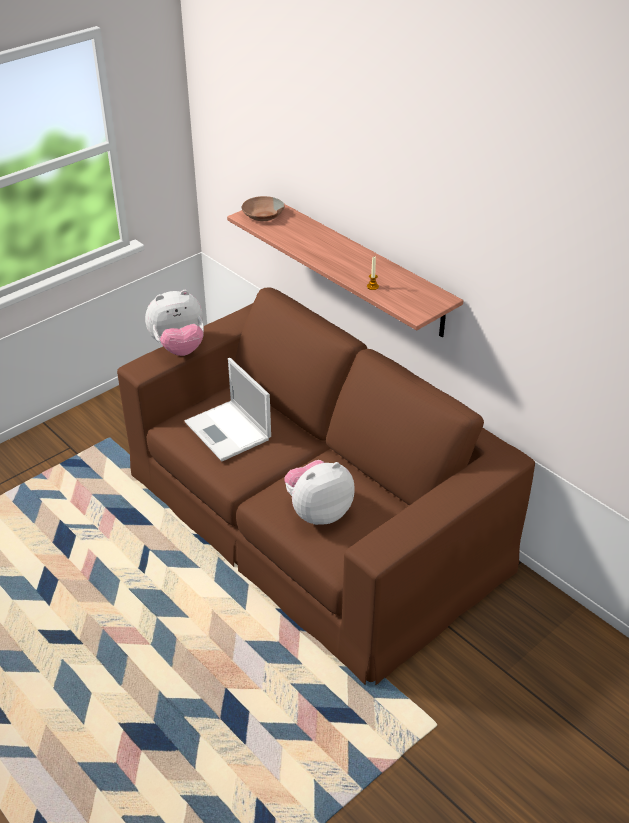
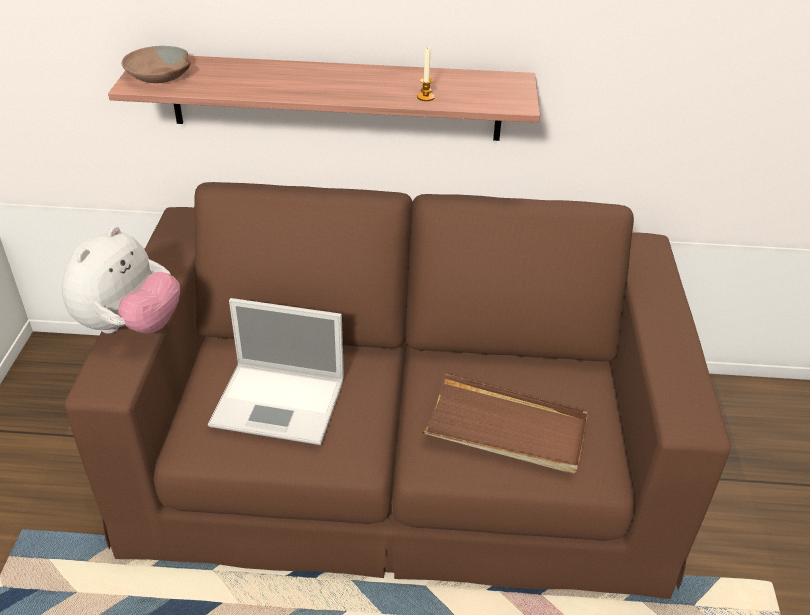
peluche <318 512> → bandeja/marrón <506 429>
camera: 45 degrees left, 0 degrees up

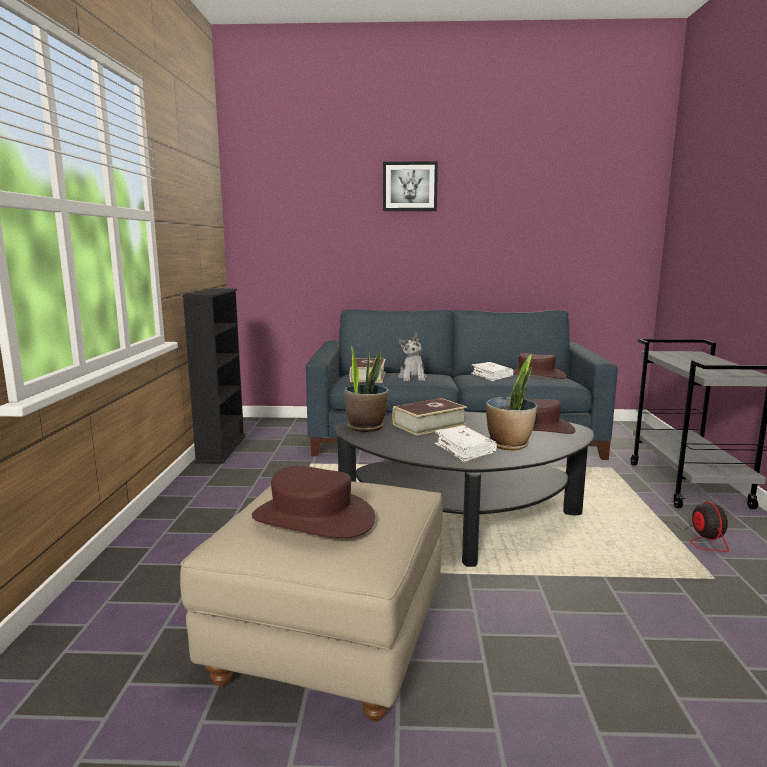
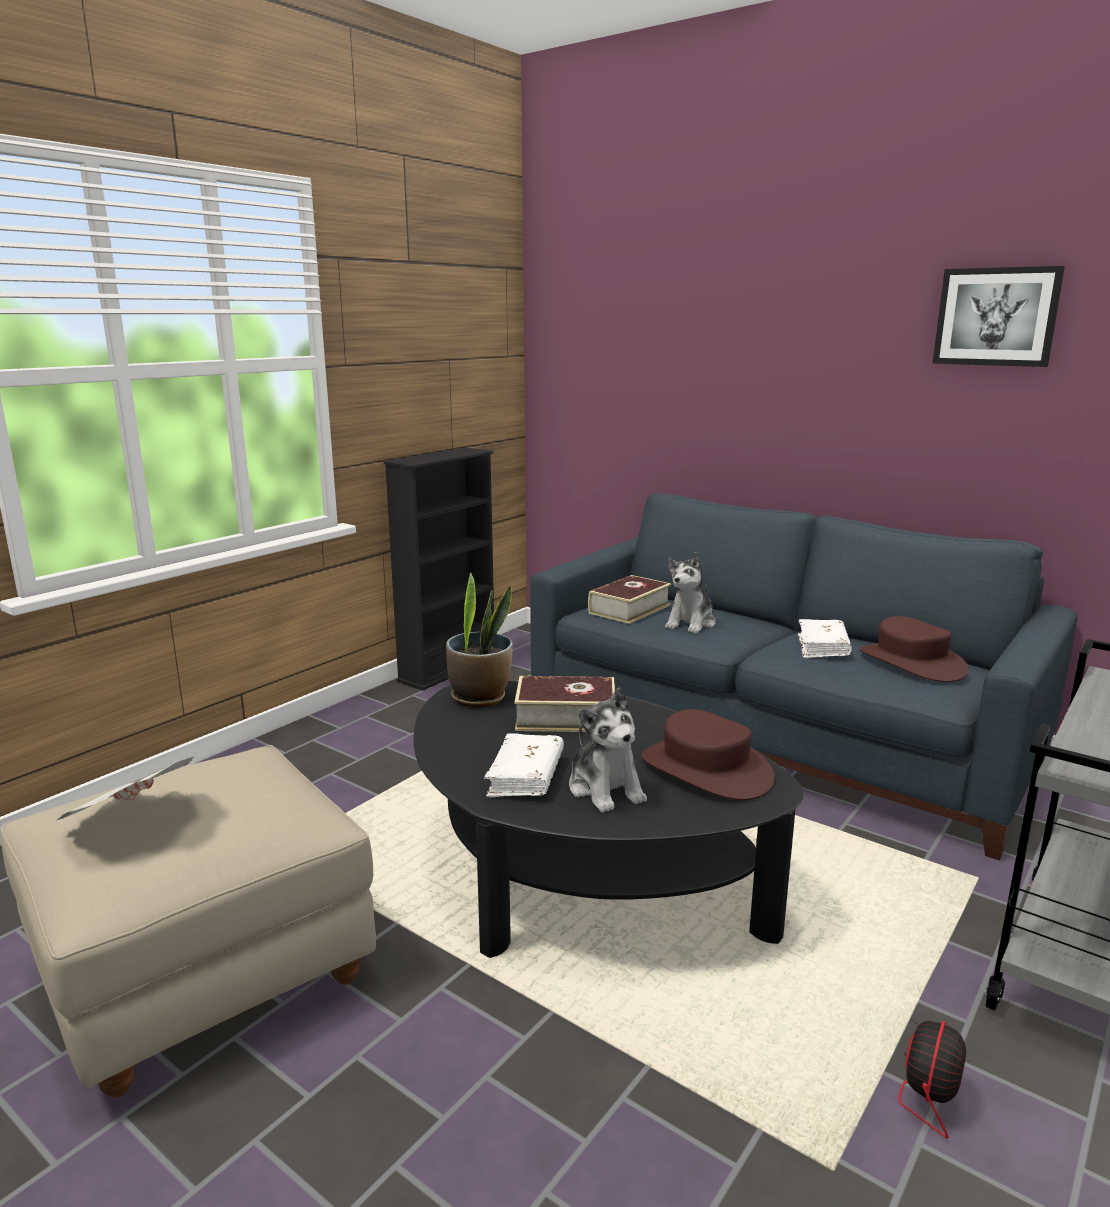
cuadro <410 186> → cuadro <996 317>, relocated
sombrero/marrón <312 518> → periódico <131 820>
planta en maceta <509 445> → peluche <605 789>
camera: 35 degrees right, 5 degrees up

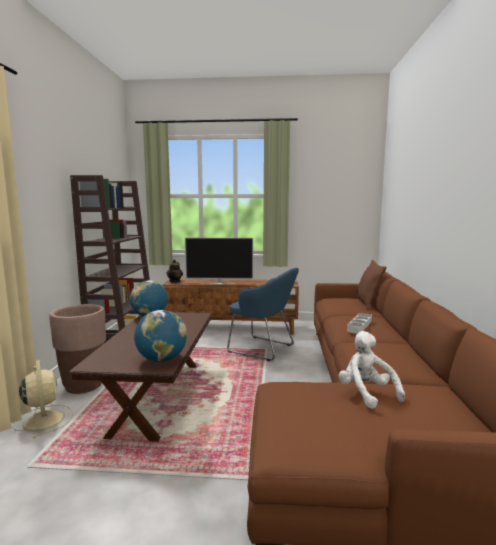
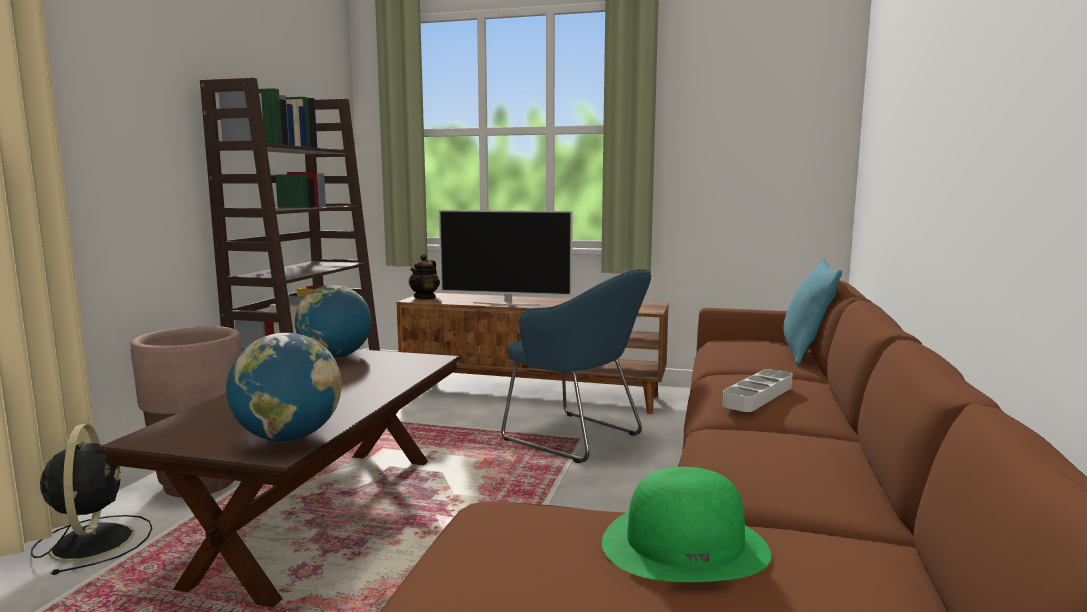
peluche/blanco <366 393> → sombrero/verde <685 545>
ventilador/beis <44 419> → ventilador/negro <93 541>
cojín/marrón <368 303> → cojín/turquesa <805 353>
camera: 10 degrees right, 0 degrees up

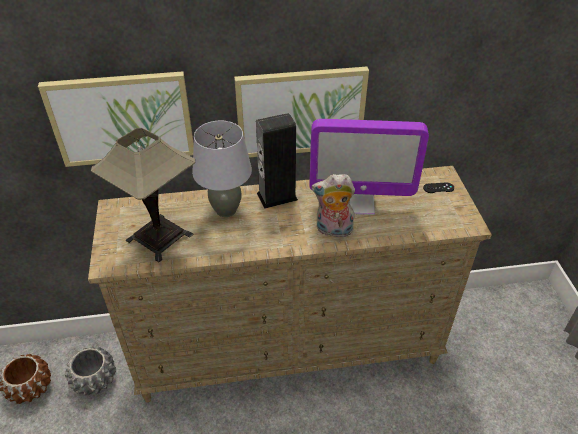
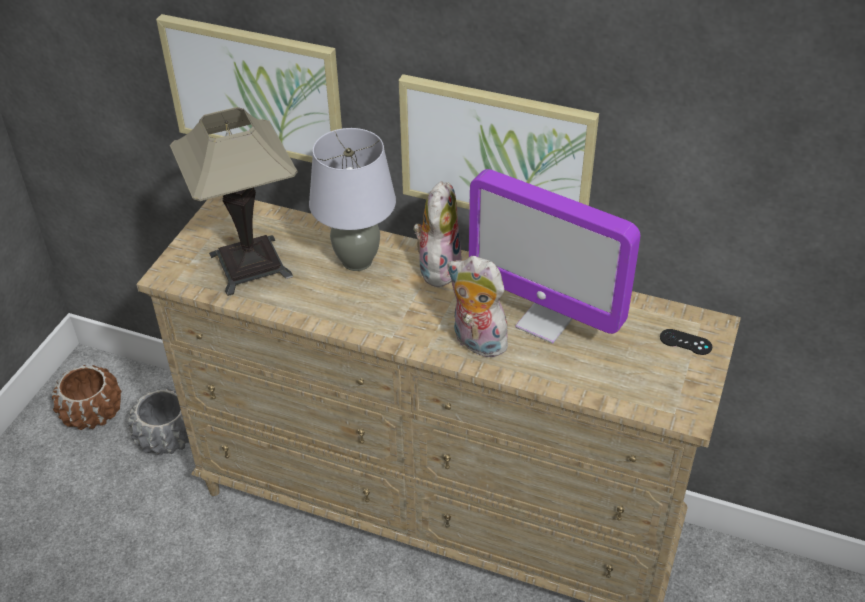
altavoz <277 196> → peluche <438 267>
camera: 30 degrees right, 0 degrees up

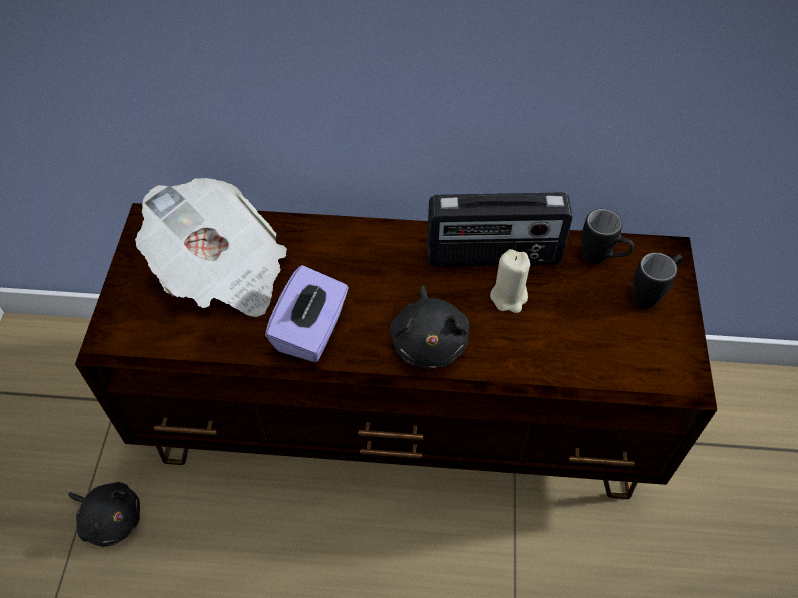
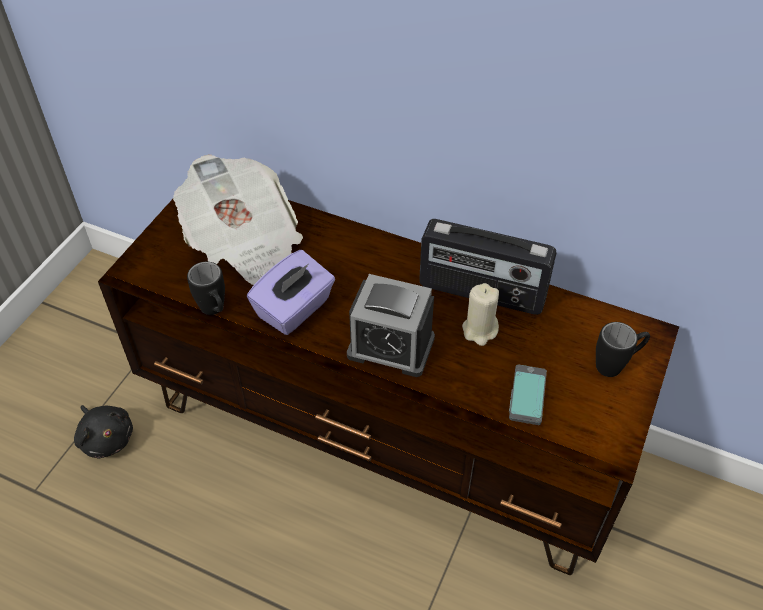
- → móvil <527 395>
taza grande/negro <601 258> → taza grande/negro <215 311>, relocated
peluche/negro <429 341> → despertador <391 347>
camera: 20 degrees right, 5 degrees down

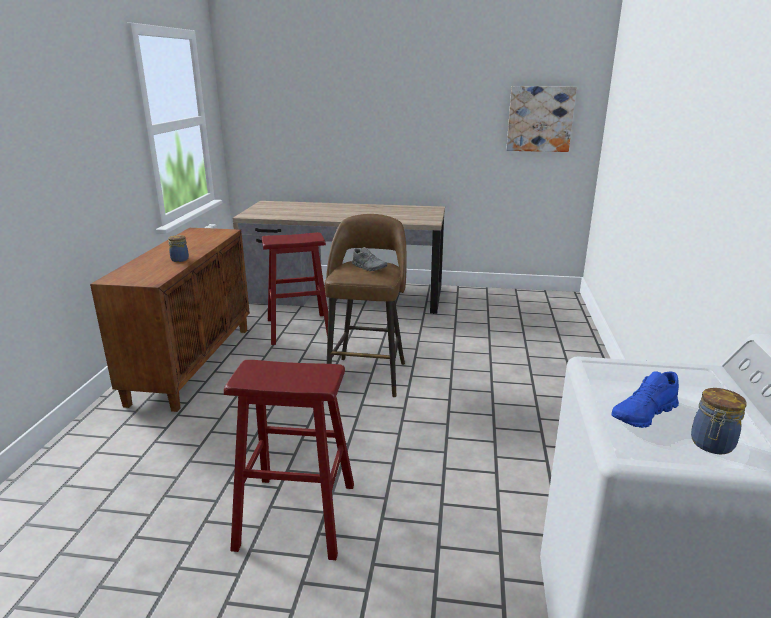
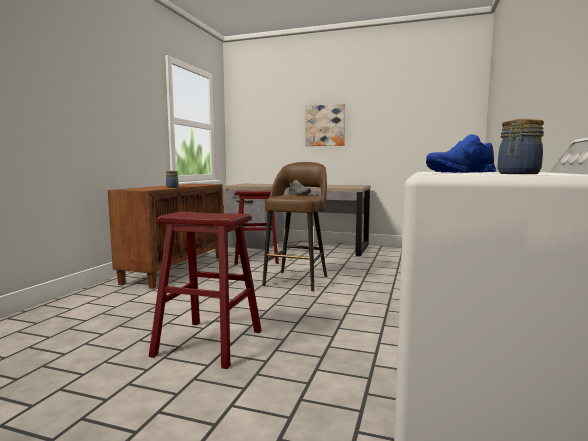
cuadro <540 119> → cuadro <325 125>, relocated
camera: 10 degrees right, 15 degrees down

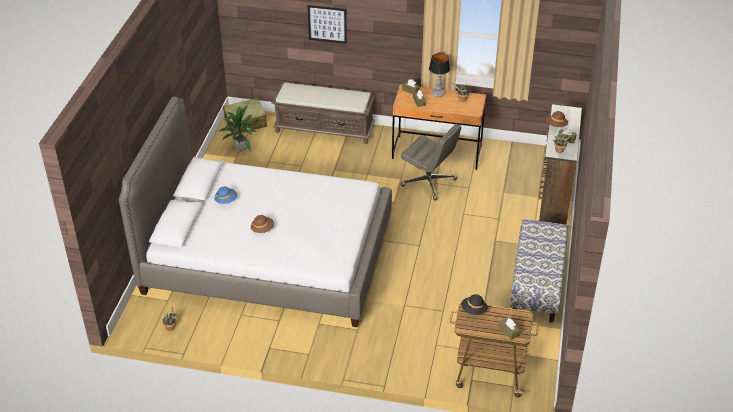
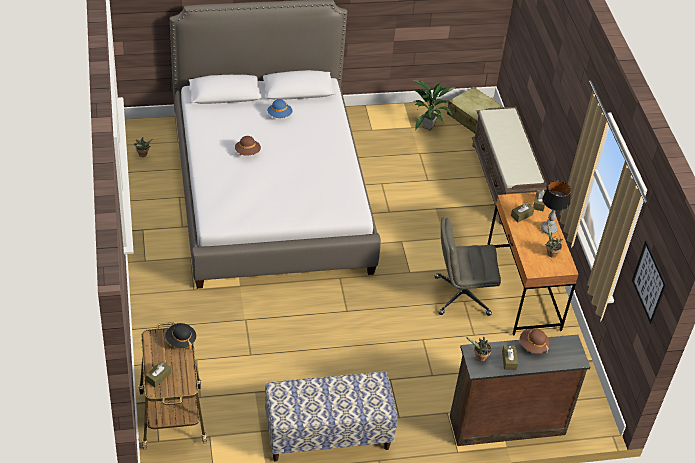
cuadro <327 24> → cuadro <649 282>, relocated
silla de oficina/gris <429 183> → silla de oficina/gris <461 296>, 75 degrees clockwise
camera: 65 degrees right, 5 degrees up

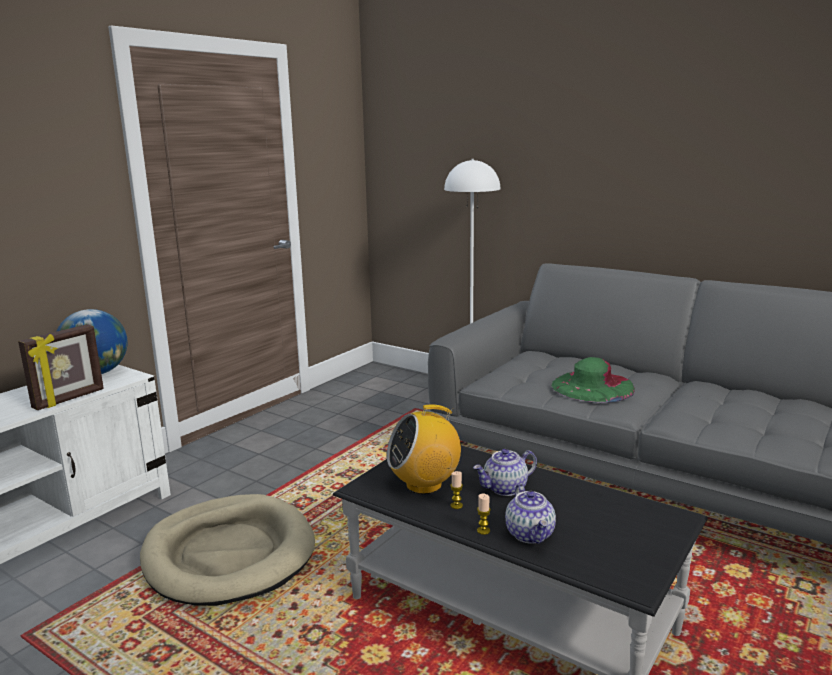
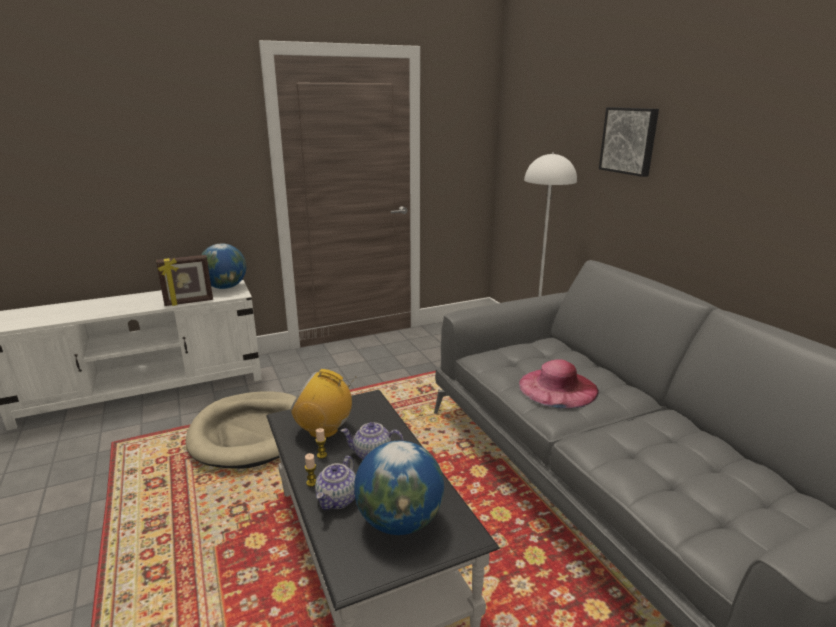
- → globo terráqueo <400 521>
- → cuadro <629 140>
sombrero/verde <592 386> → sombrero/rosa <558 387>
camera: 30 degrees right, 5 degrees up

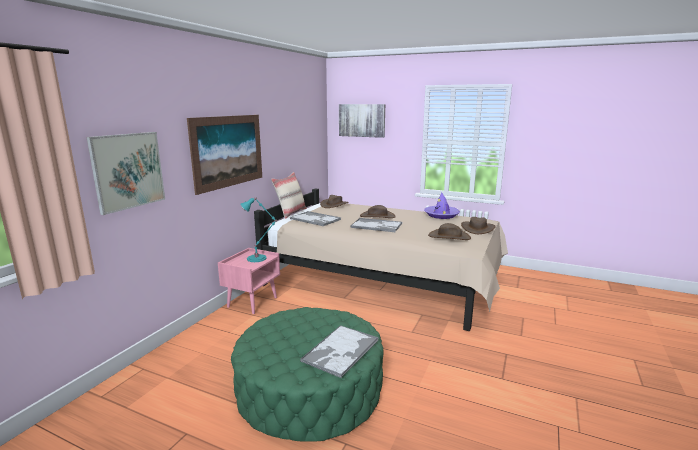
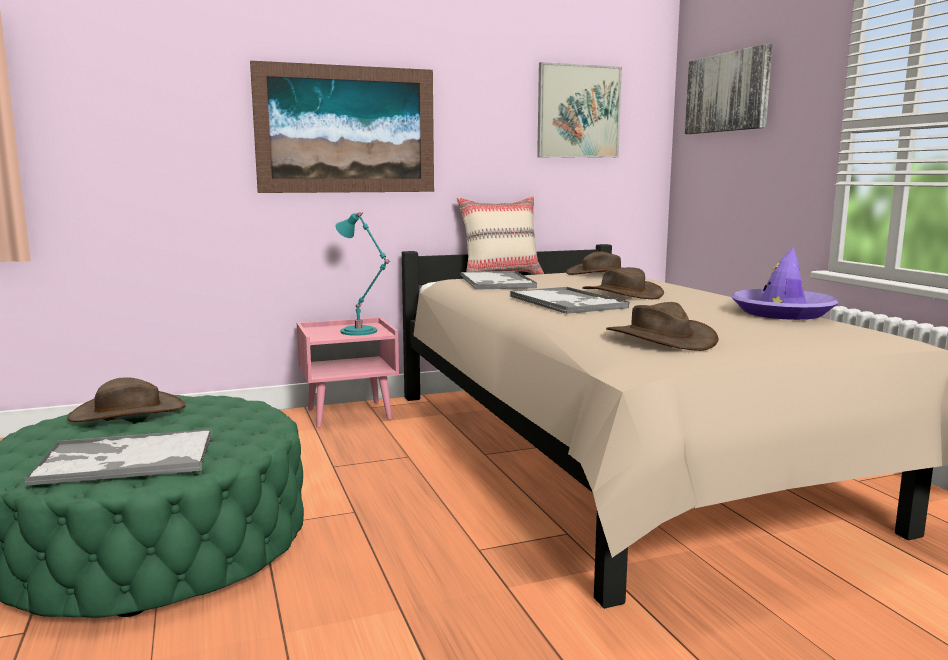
cuadro <128 171> → cuadro <578 111>, relocated
sombrero/marrón <477 228> → sombrero/marrón <128 412>, relocated
camera: 45 degrees right, 5 degrees down

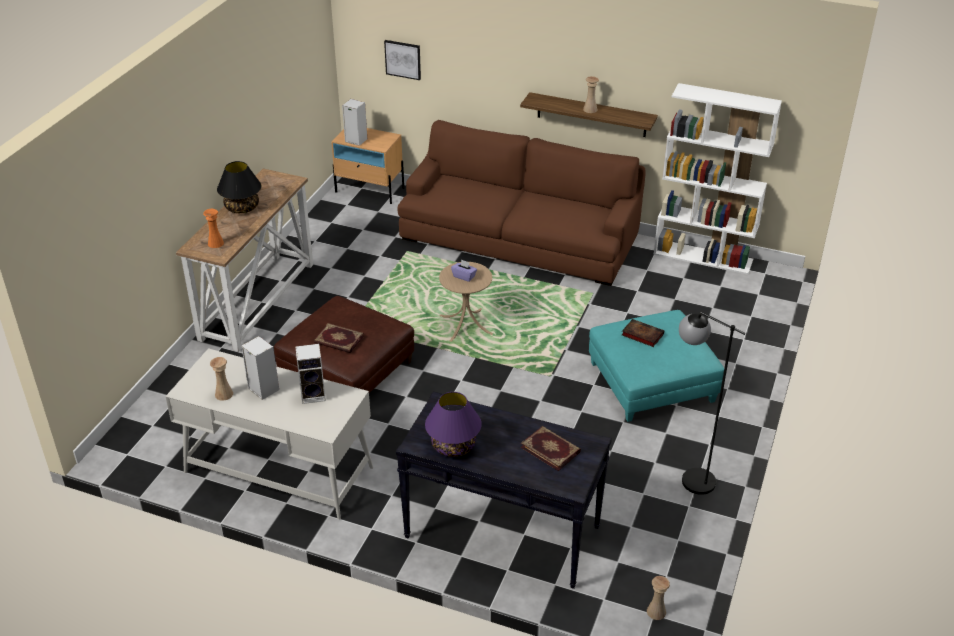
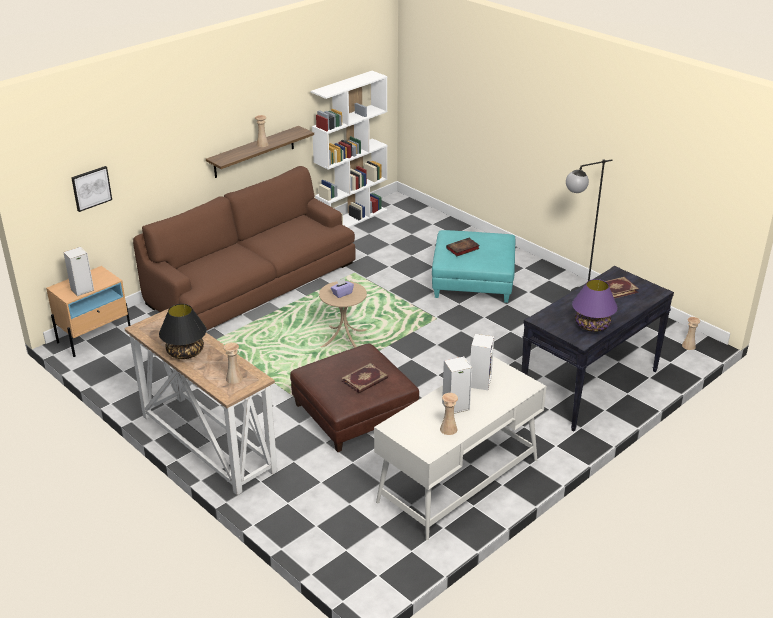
florero/naranja <215 243> → florero/beis <234 378>
camera: 65 degrees left, 5 degrees down

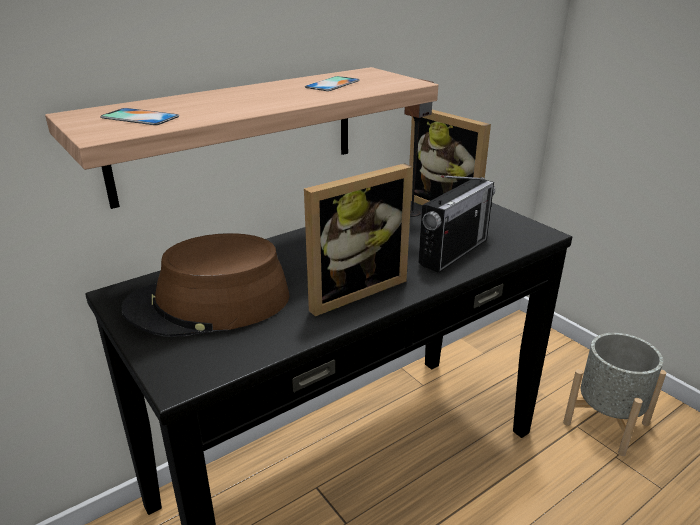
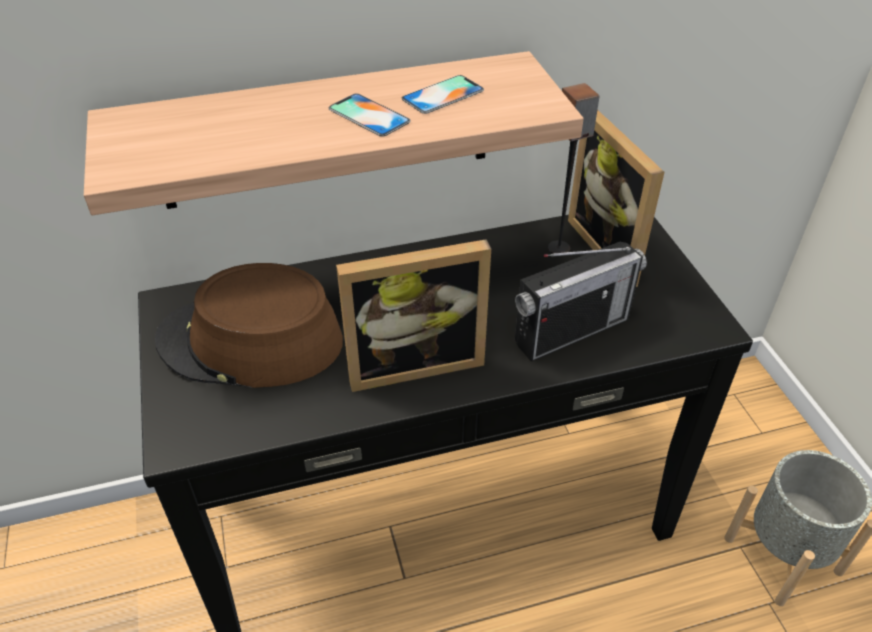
móvil <140 117> → móvil <369 115>, relocated
camera: 20 degrees right, 15 degrees up

